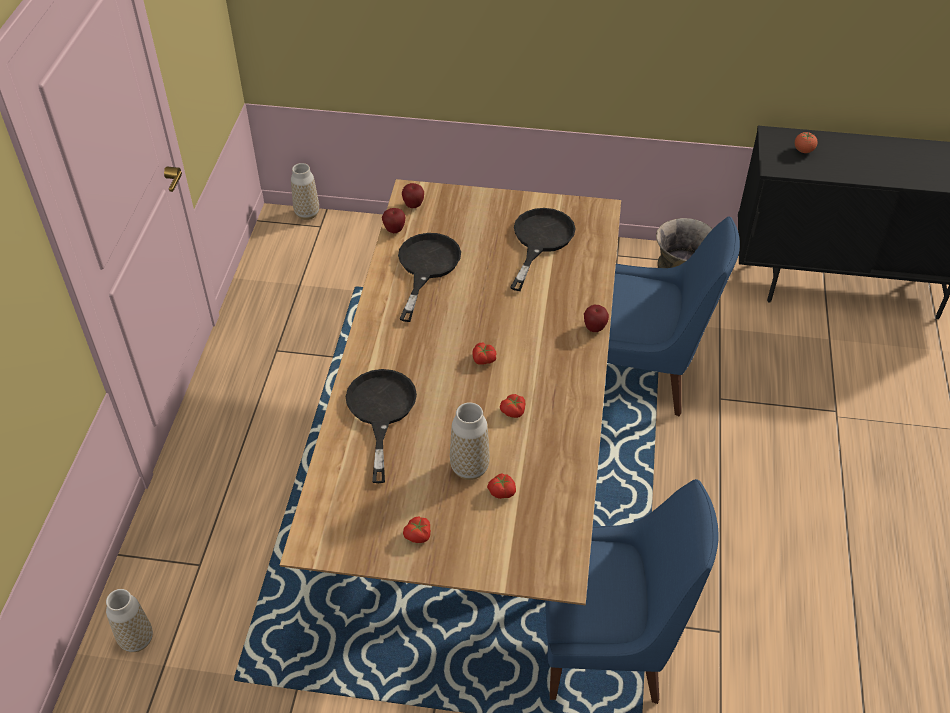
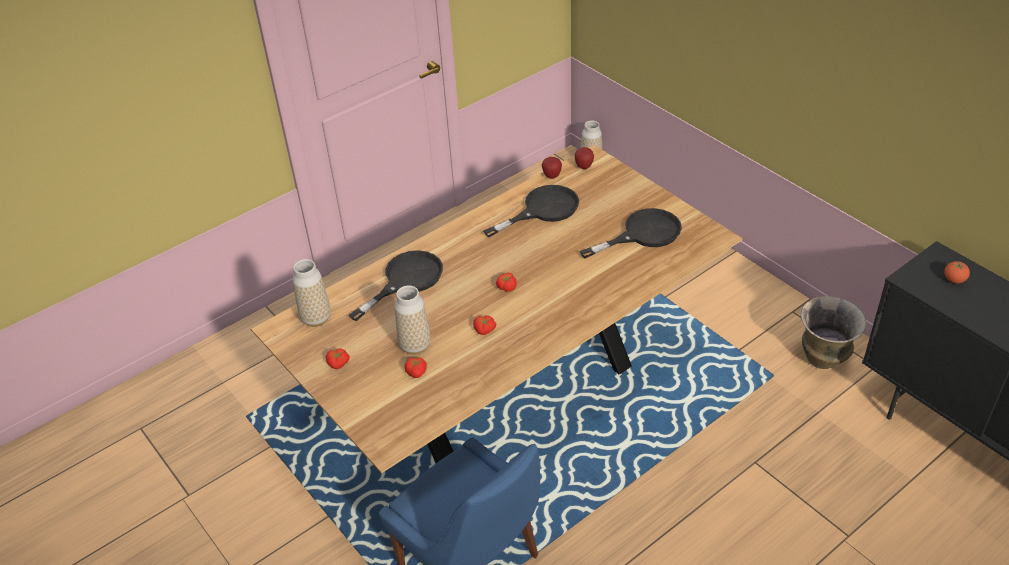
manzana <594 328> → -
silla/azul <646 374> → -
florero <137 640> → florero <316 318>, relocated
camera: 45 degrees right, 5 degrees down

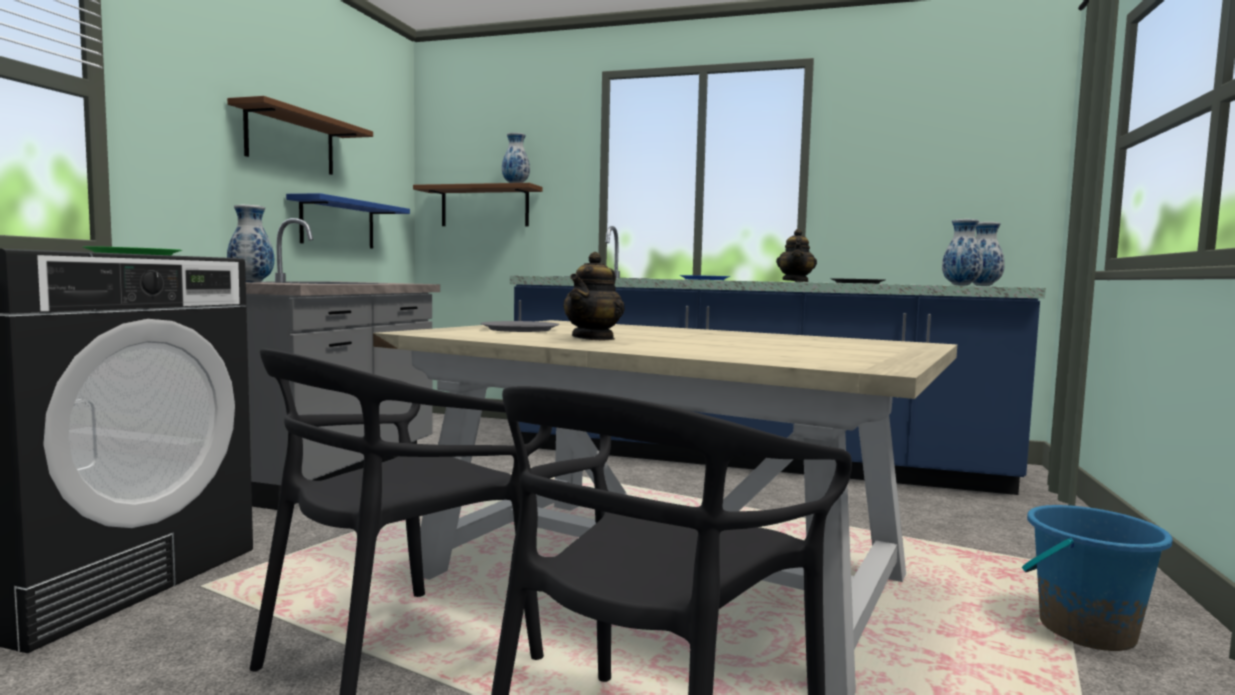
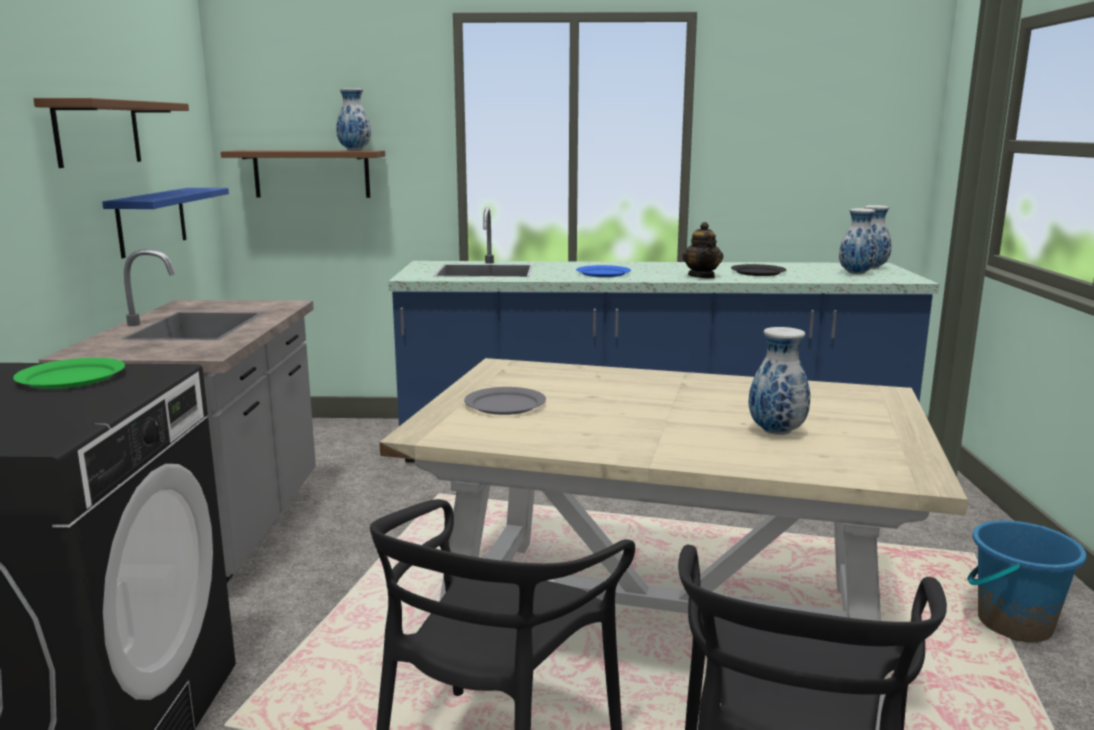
tetera <594 338> → -
florero <250 282> → florero <775 432>, relocated
camera: 15 degrees left, 10 degrees up

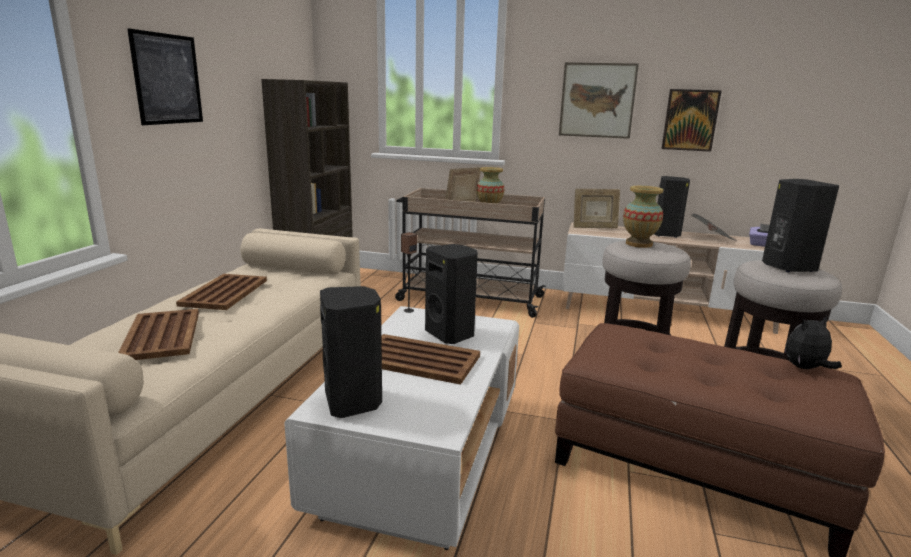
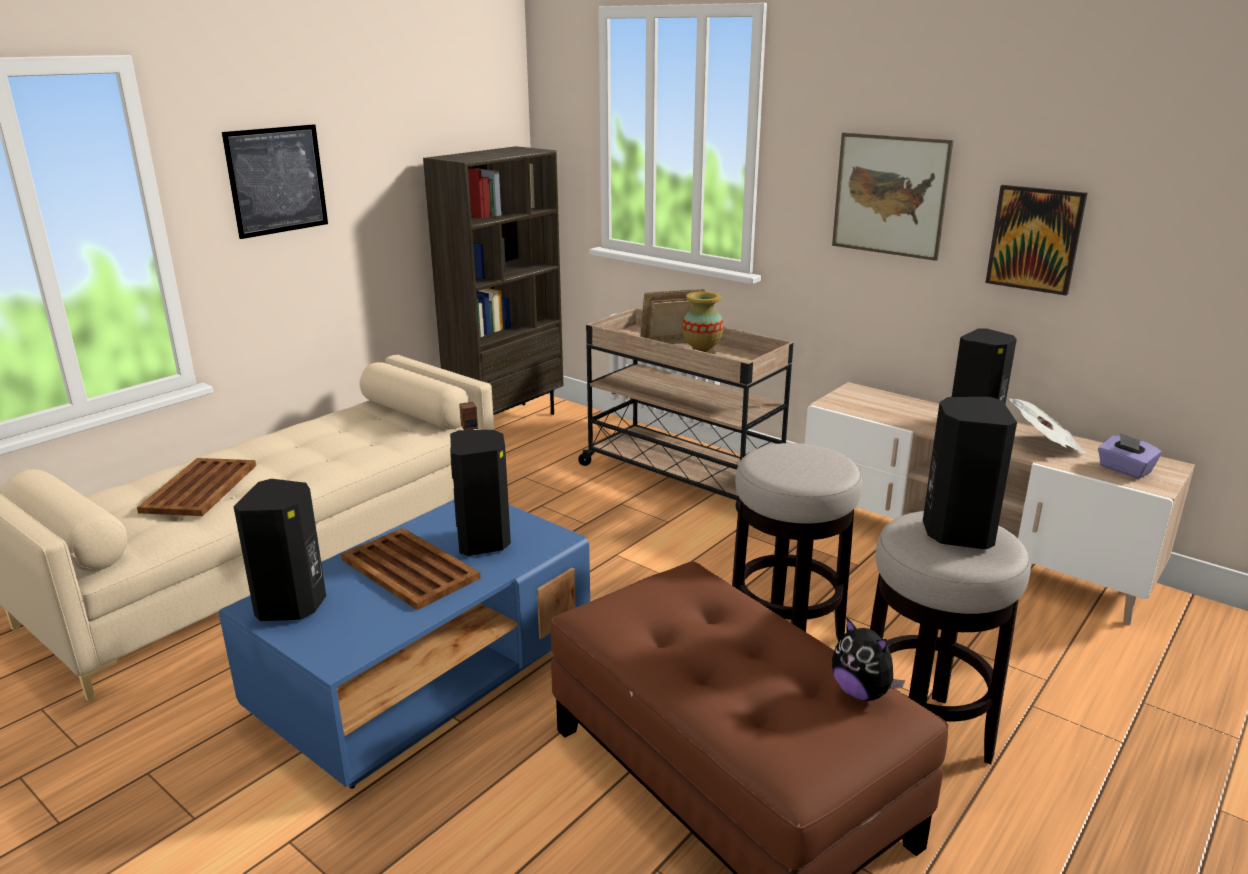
bandeja/marrón <224 293> → -
portarretratos <594 228> → -
florero <639 244> → -
mesa de centro/blanco <421 450> → mesa de centro/azul <426 673>
peluche <805 368> → peluche <862 692>, 135 degrees counterclockwise
camera: 25 degrees right, 5 degrees up

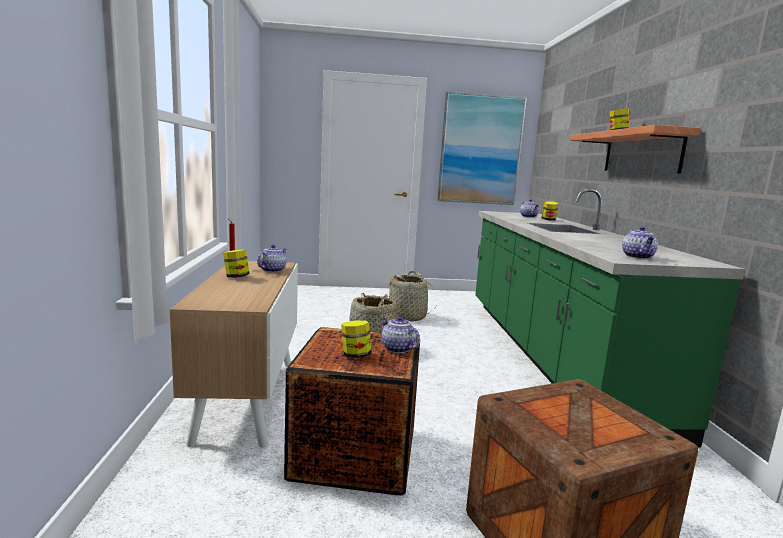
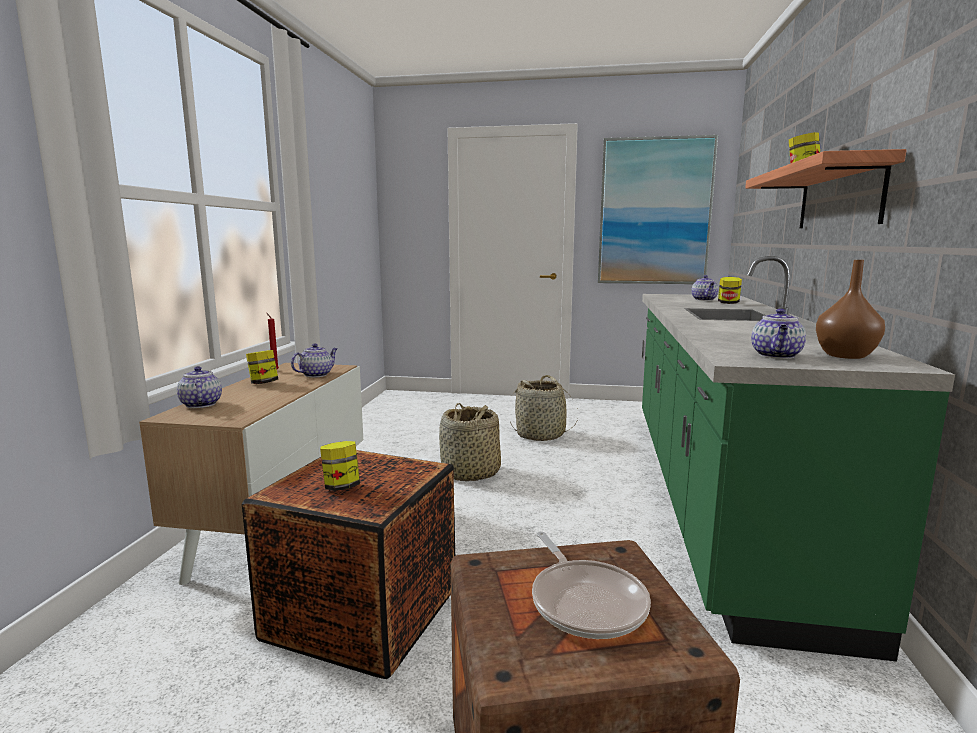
- → sartén <585 602>
- → florero/marrón <846 356>
tetera <397 348> → tetera <200 404>, relocated
camera: 15 degrees right, 0 degrees up

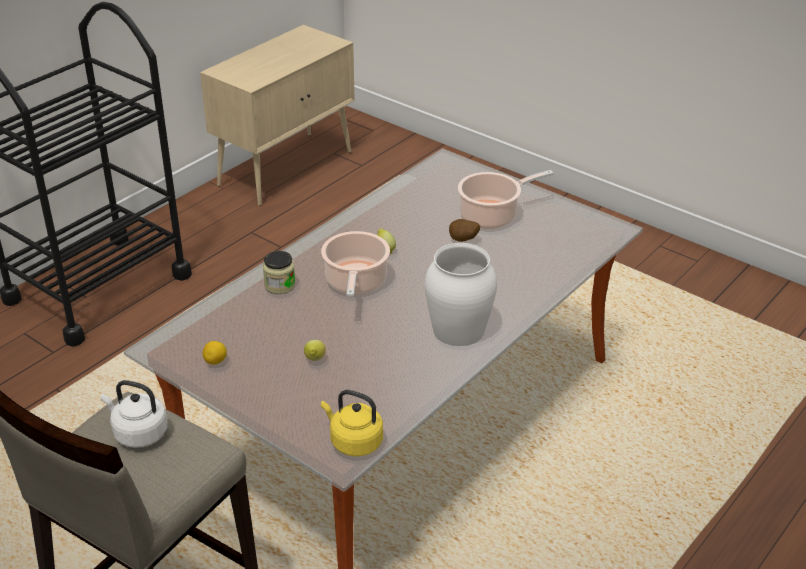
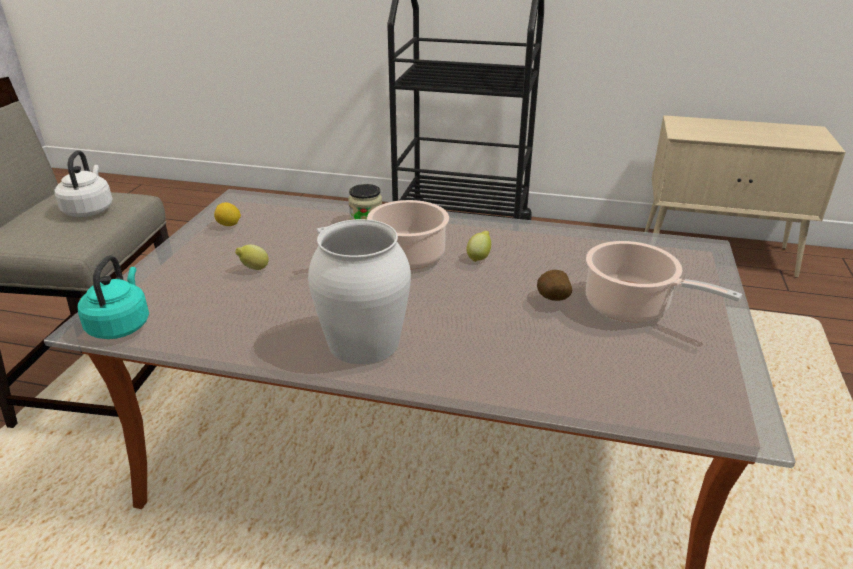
hervidor/amarillo <354 442> → hervidor/turquesa <120 325>
camera: 65 degrees right, 5 degrees down

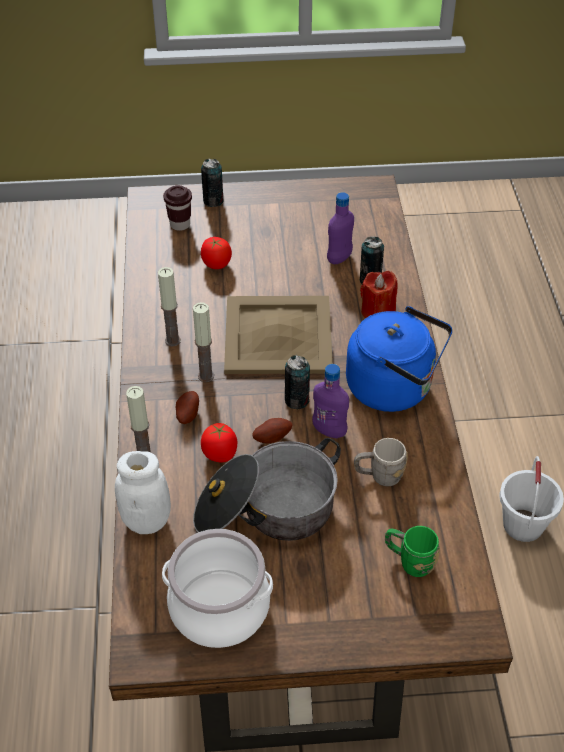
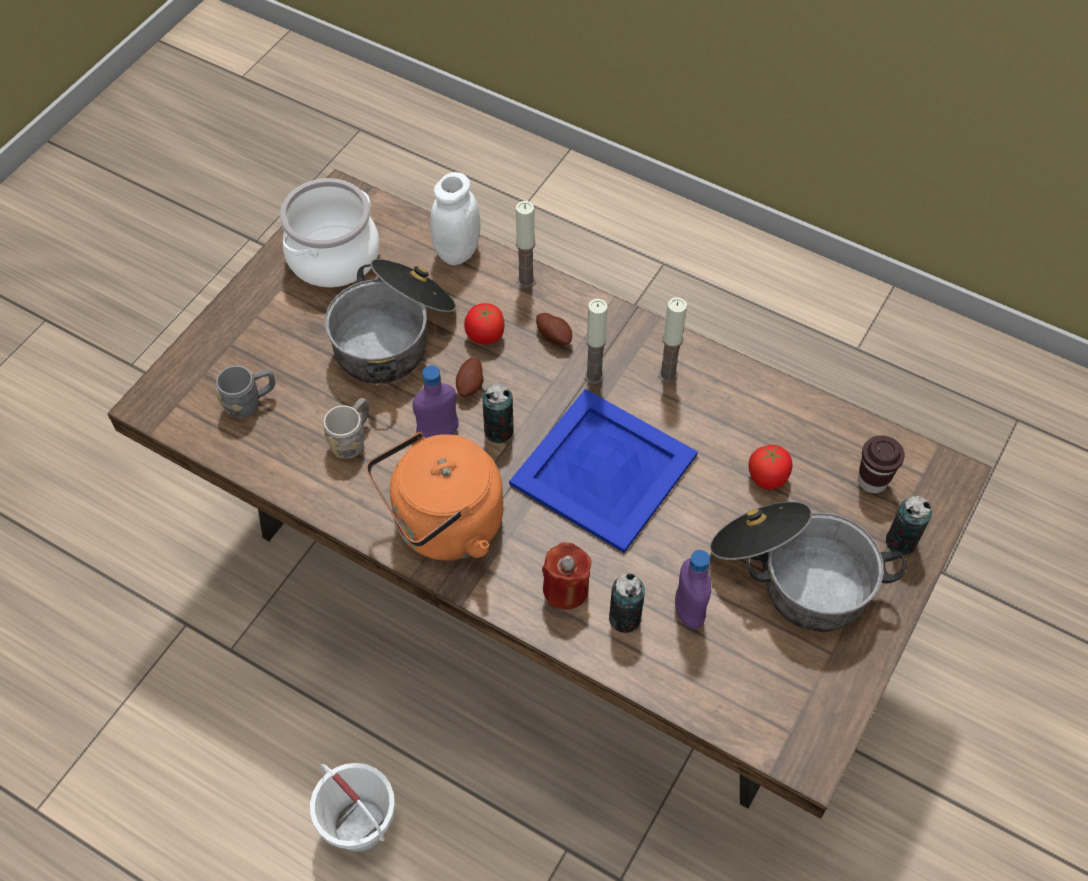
- → olla <794 574>
bandeja/beis <279 334> → bandeja/azul <604 471>
hervidor/azul <394 388> → hervidor/naranja <443 526>
taza grande/verde <409 561> → taza grande/gris <250 403>
camera: 125 degrees right, 10 degrees up

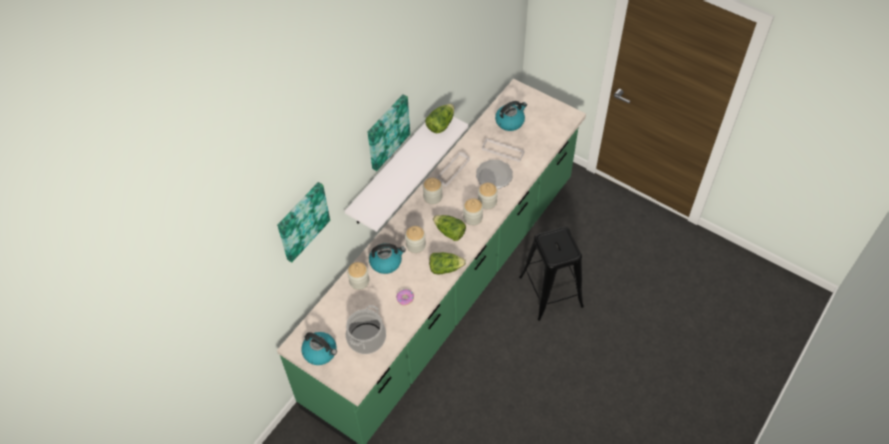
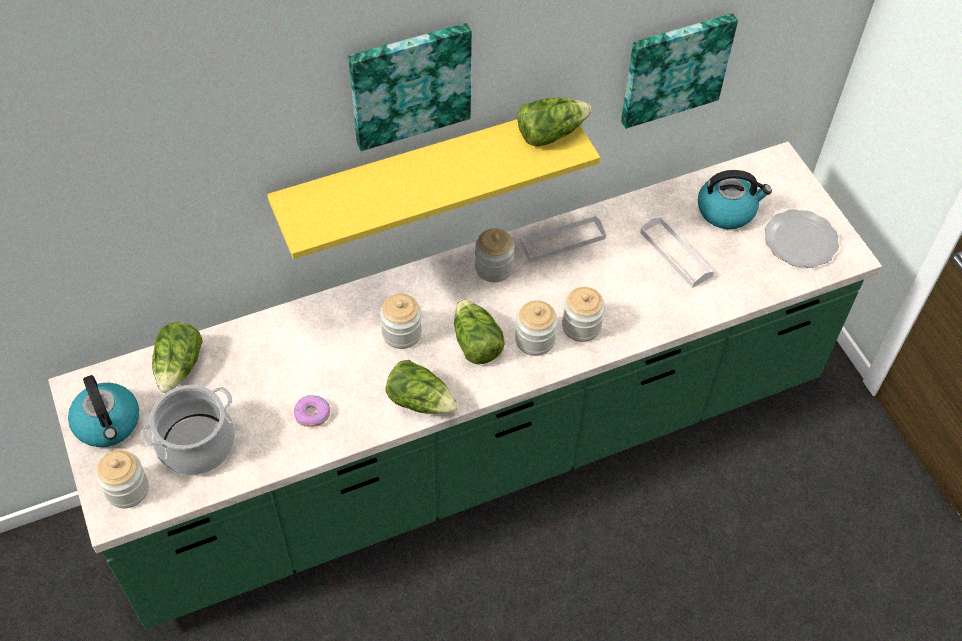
hervidor <386 262> → -
taburete/negro <551 291> → -
- → lechuga <179 367>
cuadro <302 221> → cuadro <674 68>, relocated
tarro <359 281> → tarro <127 489>, relocated
plato <494 176> → plato <801 241>, relocated
estante/blanco <393 169> → estante/amarillo <422 173>
camera: 30 degrees right, 0 degrees up

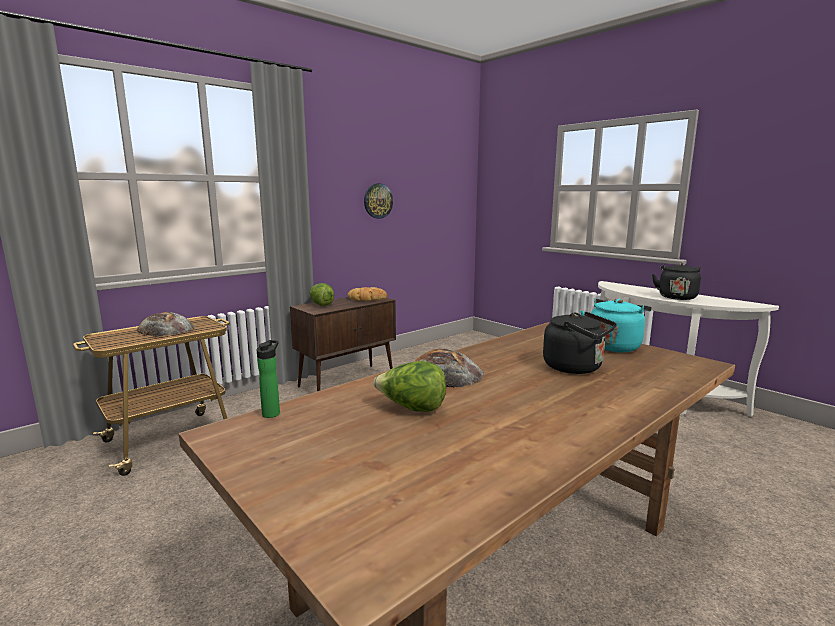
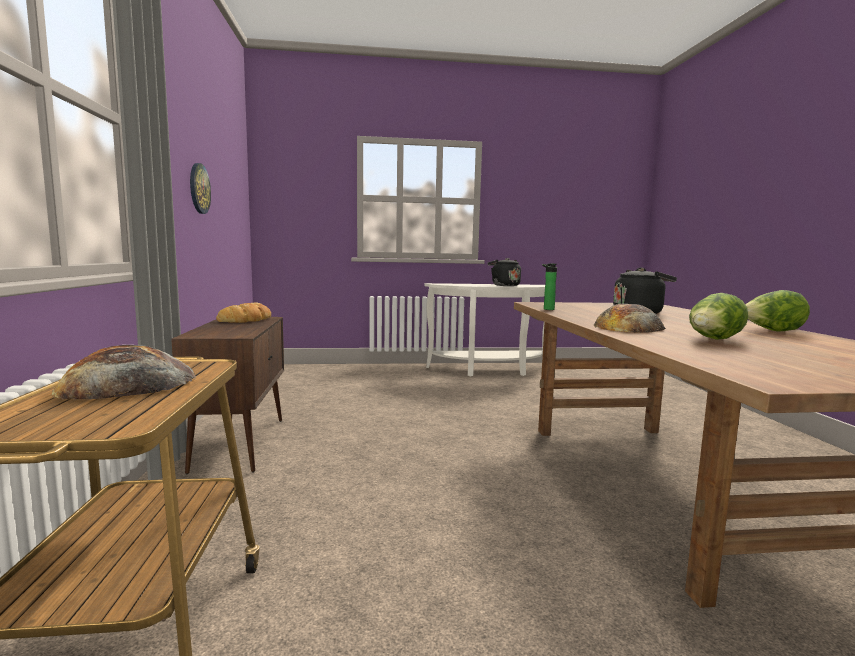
hervidor/turquesa <614 346> → -
botella <272 413> → botella <547 309>, relocated
lechuga <321 304> → lechuga <771 331>, relocated
camera: 55 degrees left, 5 degrees down

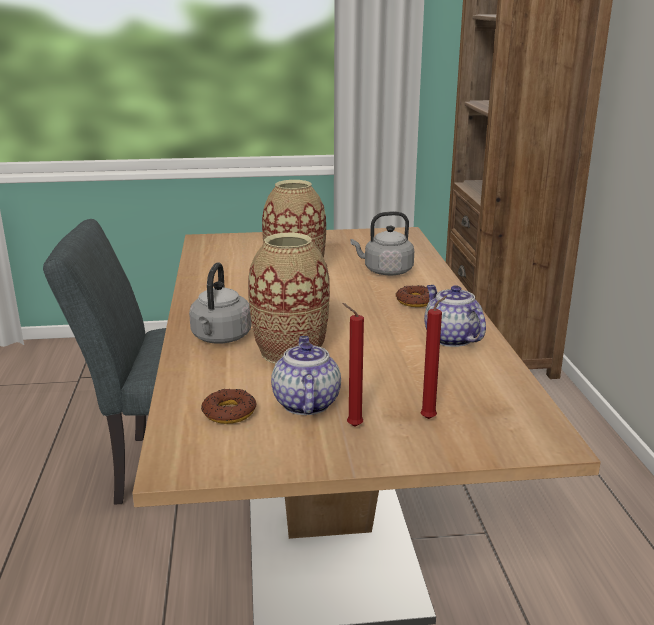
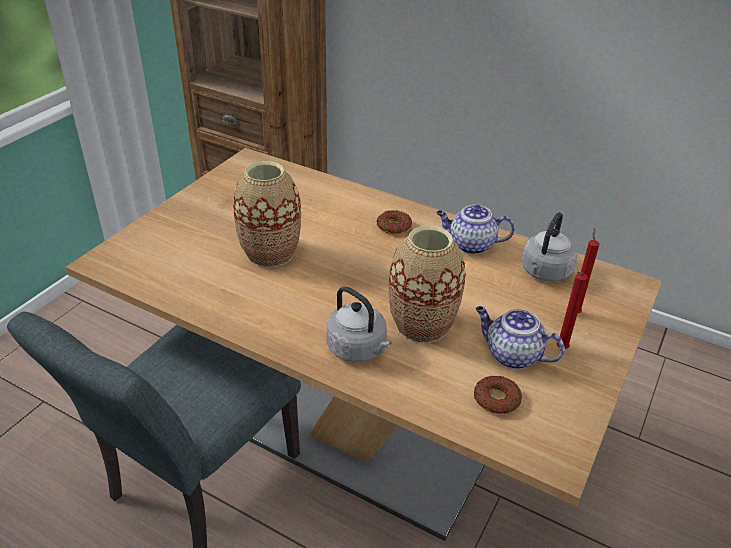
hervidor/gris <385 271> → hervidor/gris <544 273>, relocated
camera: 55 degrees left, 15 degrees up

